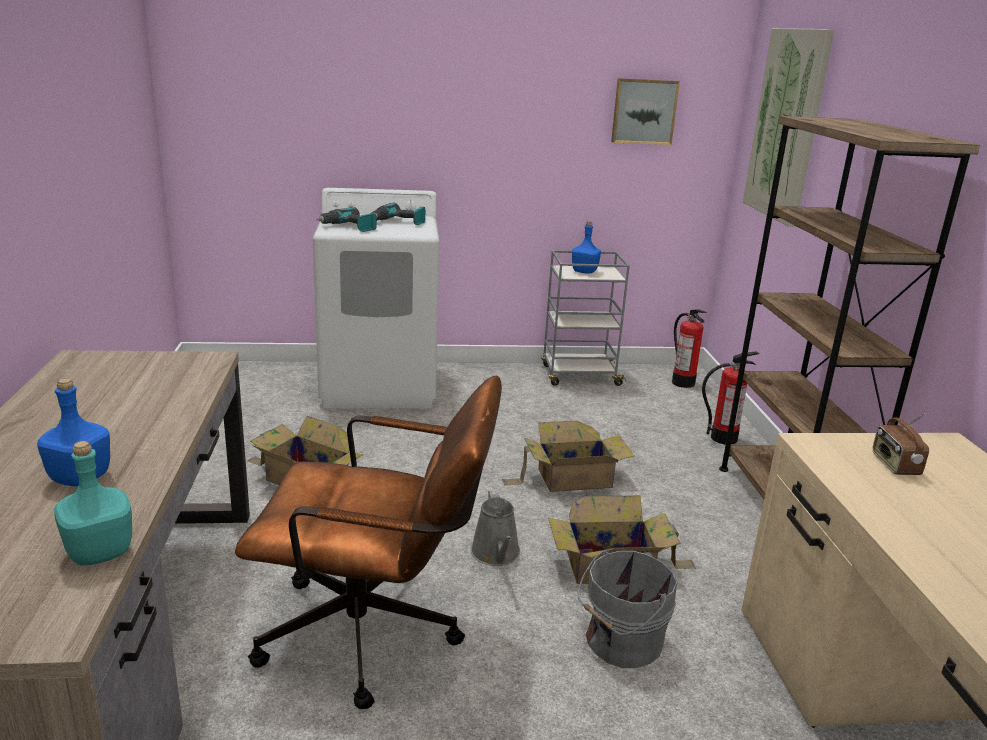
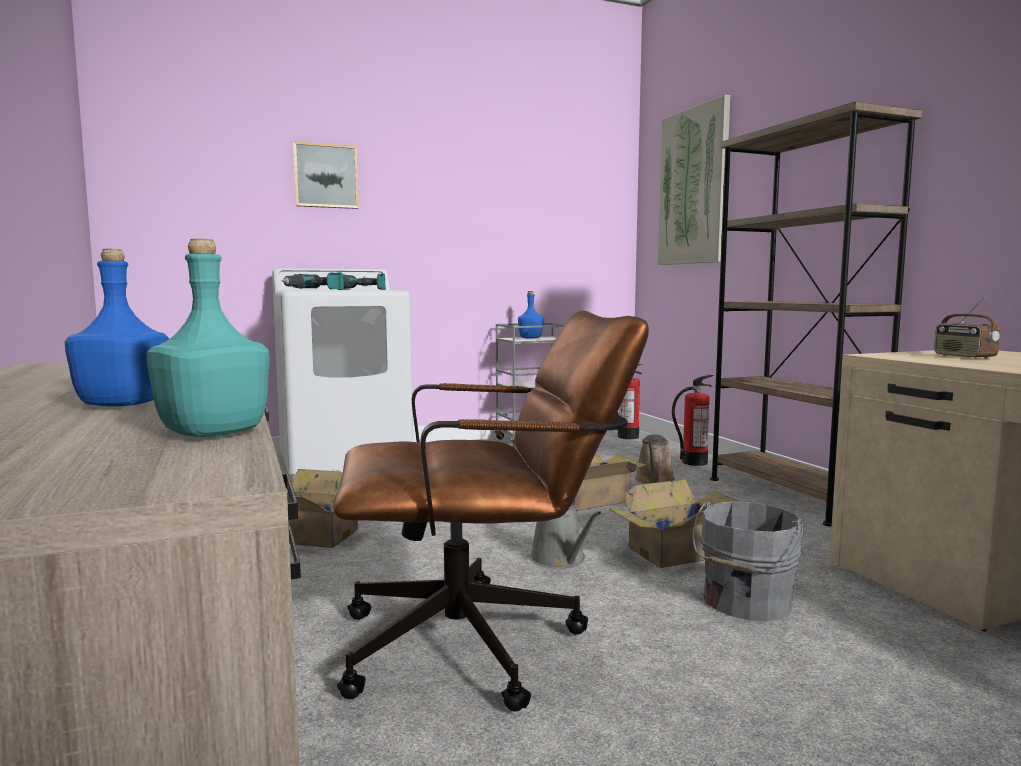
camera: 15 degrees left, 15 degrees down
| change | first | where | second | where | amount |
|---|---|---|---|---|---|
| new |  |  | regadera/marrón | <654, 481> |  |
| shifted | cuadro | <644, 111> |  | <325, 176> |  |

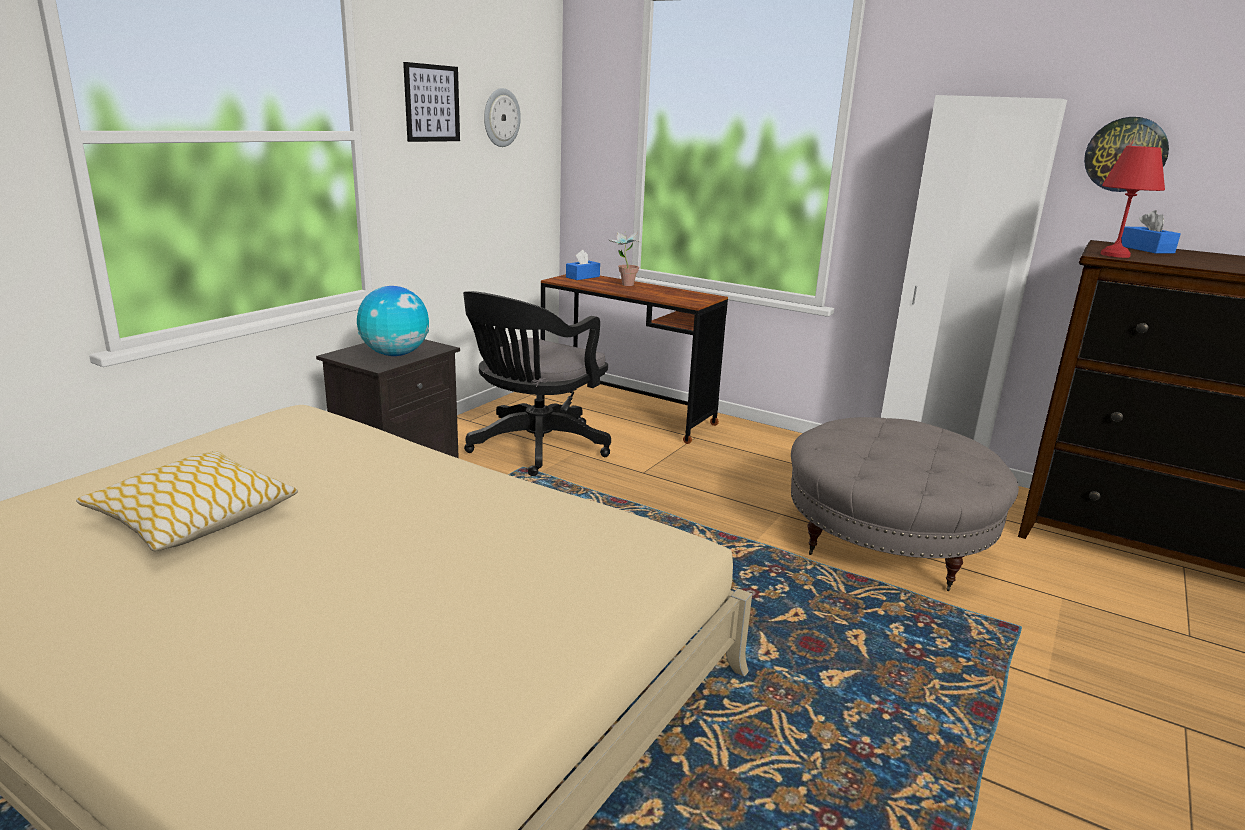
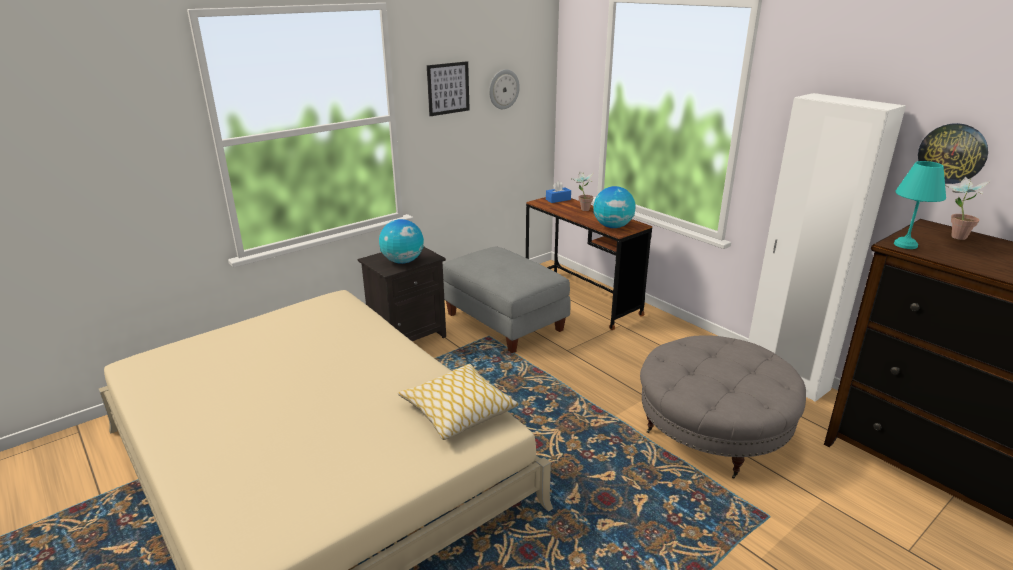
camera: 20 degrees right, 5 degrees up
| change | first | where | second | where | amount |
|---|---|---|---|---|---|
| new |  |  | globo terráqueo | <612, 226> |  |
| shifted | cojín | <193, 518> |  | <457, 411> |  |
| swapped | silla de oficina/negro | <534, 448> | puf/gris | <503, 322> |  |
| swapped | caja de pañuelos/azul | <1146, 249> | planta en maceta | <952, 236> |  |
| repainted | lámpara de mesa/rojo | <1116, 255> | lámpara de mesa/turquesa | <906, 245> |  |

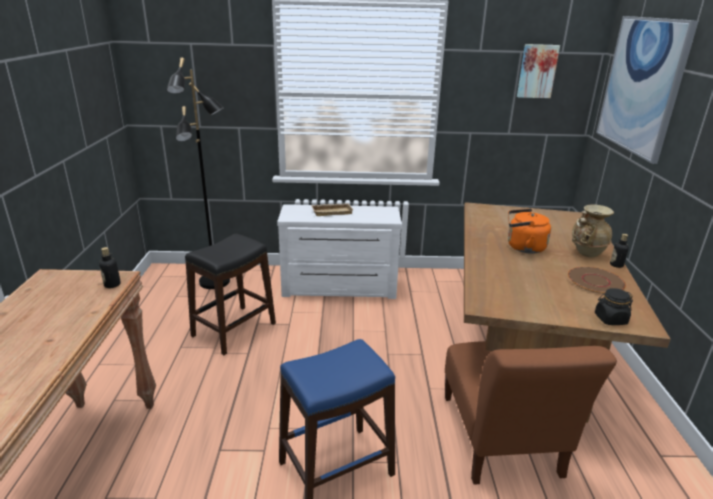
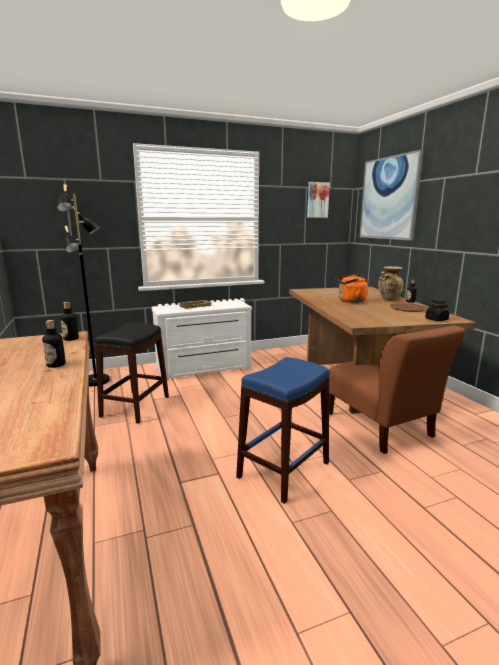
camera: 20 degrees left, 10 degrees down
| change | first | where | second | where | amount |
|---|---|---|---|---|---|
| new |  |  | botella | <56, 365> |  |

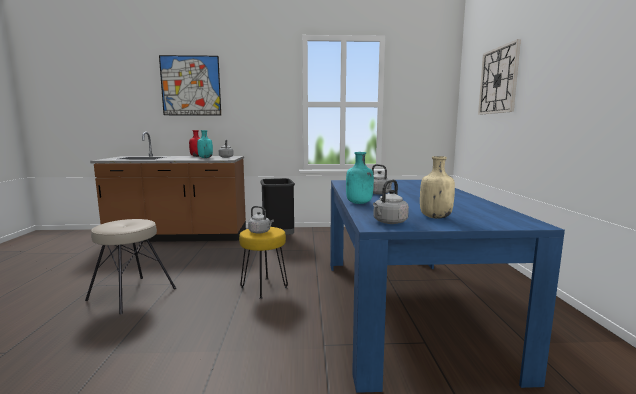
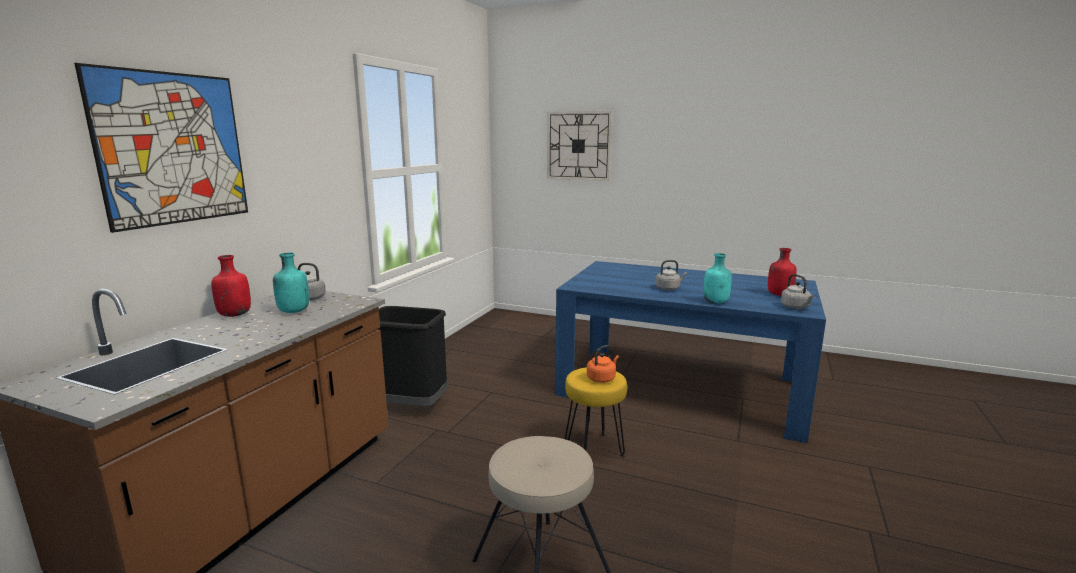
camera: 65 degrees left, 5 degrees up
| change | first | where | second | where | amount |
|---|---|---|---|---|---|
| repainted | hervidor/gris | <260, 232> | hervidor/naranja | <602, 378> |  |
| repainted | botella/beis | <435, 217> | botella/rojo | <779, 295> |  |

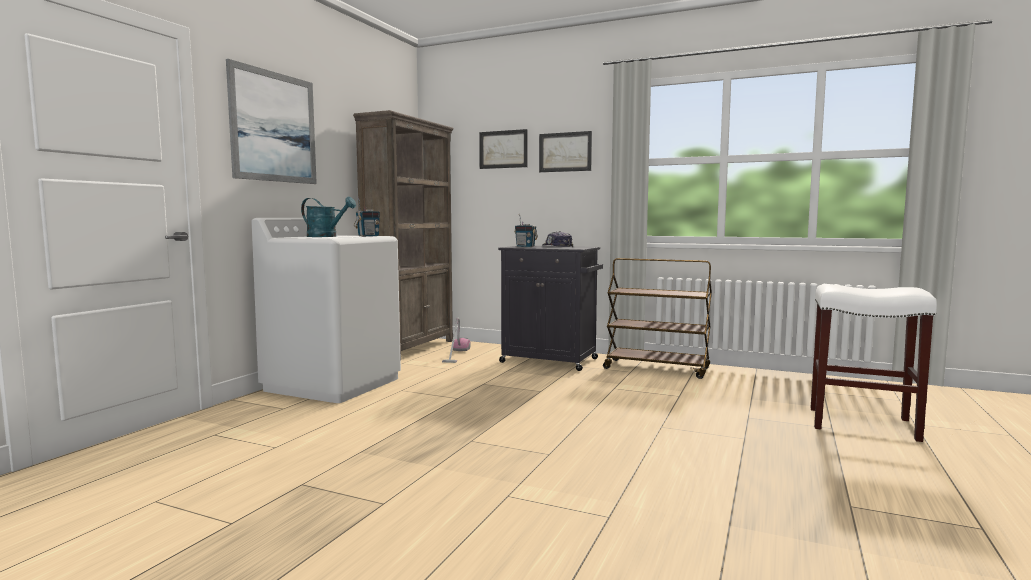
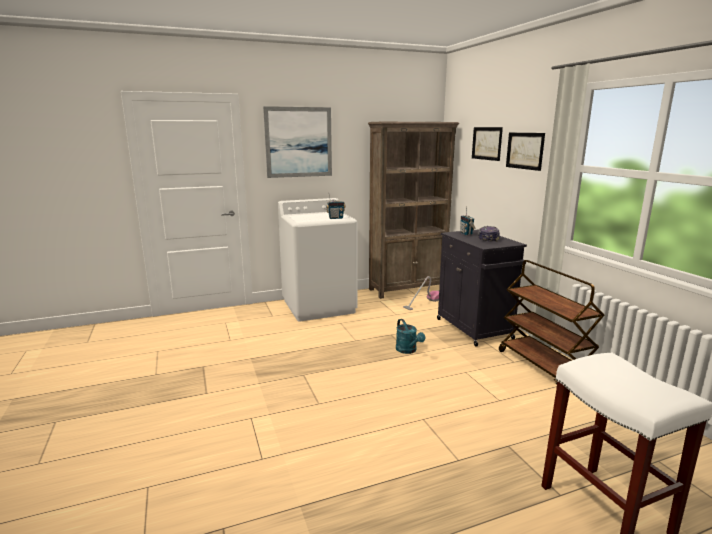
camera: 45 degrees right, 10 degrees up
| change | first | where | second | where | amount |
|---|---|---|---|---|---|
| shifted | regadera/turquesa | <326, 236> |  | <408, 350> |  |

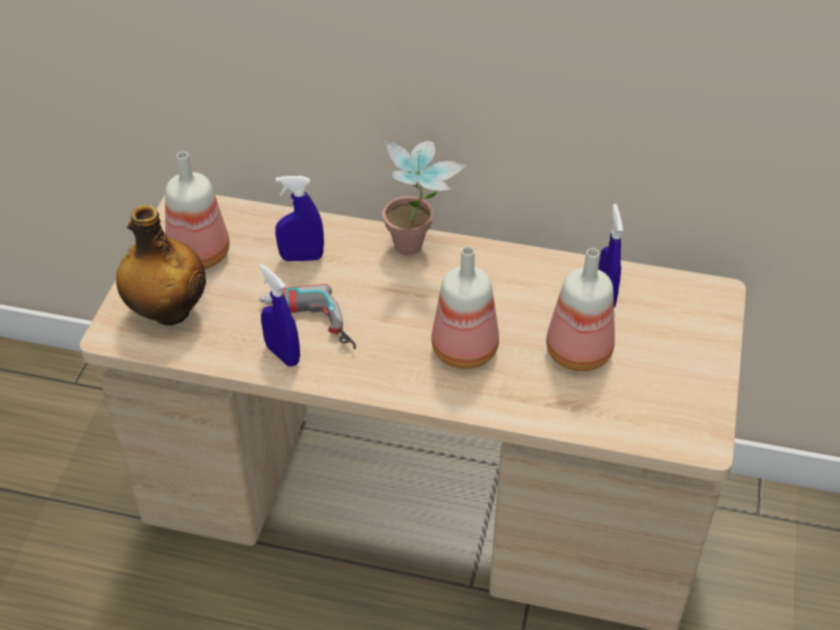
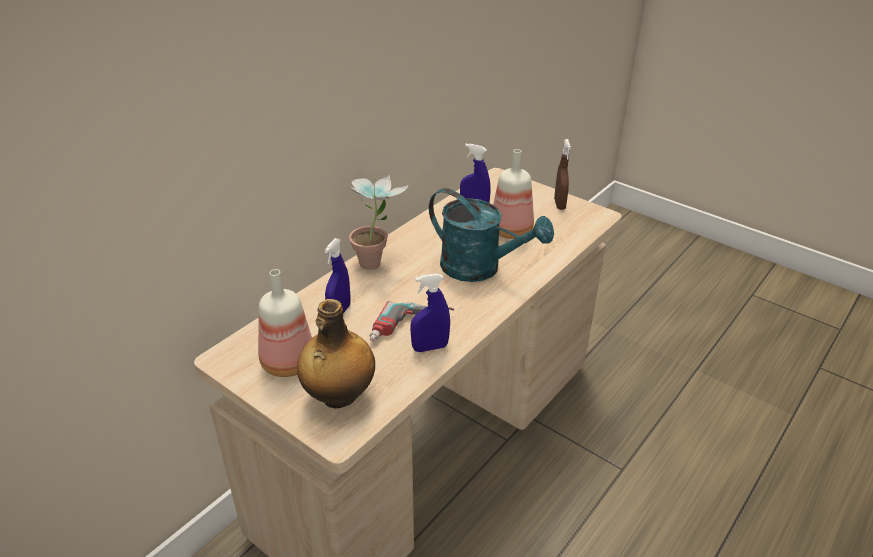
camera: 65 degrees left, 10 degrees down
| change | first | where | second | where | amount |
|---|---|---|---|---|---|
| new |  |  | pulverizador/marrón | <559, 204> |  |
| swapped | botella | <466, 348> | regadera/turquesa | <480, 268> |  |

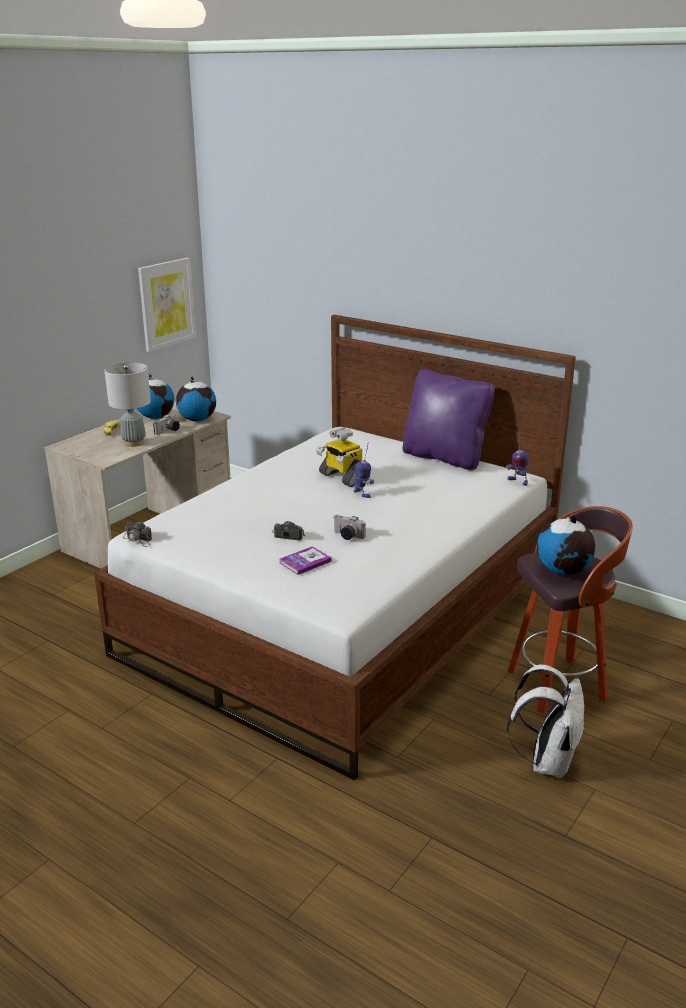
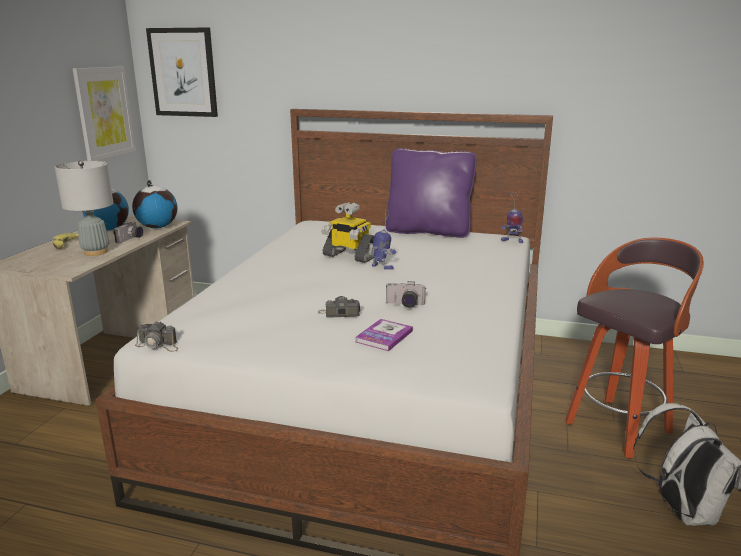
camera: 20 degrees left, 5 degrees down
| change | first | where | second | where | amount |
|---|---|---|---|---|---|
| gone | globo terráqueo | <563, 571> |  |  |  |
| new |  |  | cuadro | <183, 72> |  |

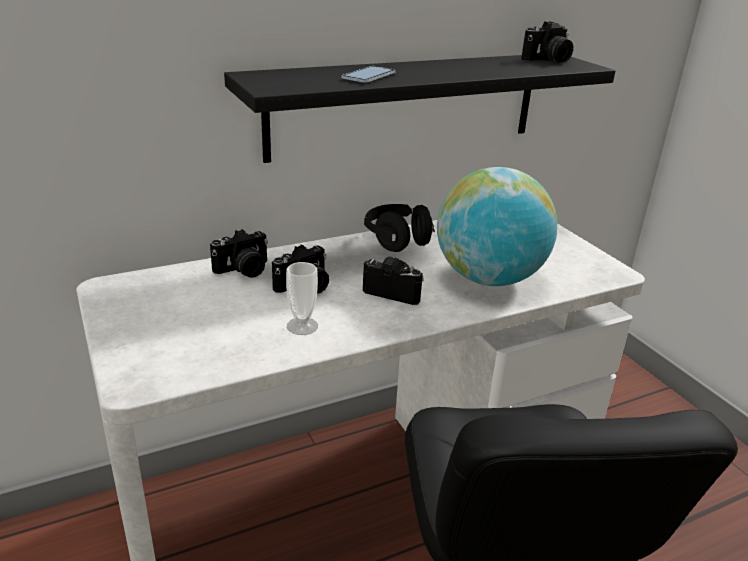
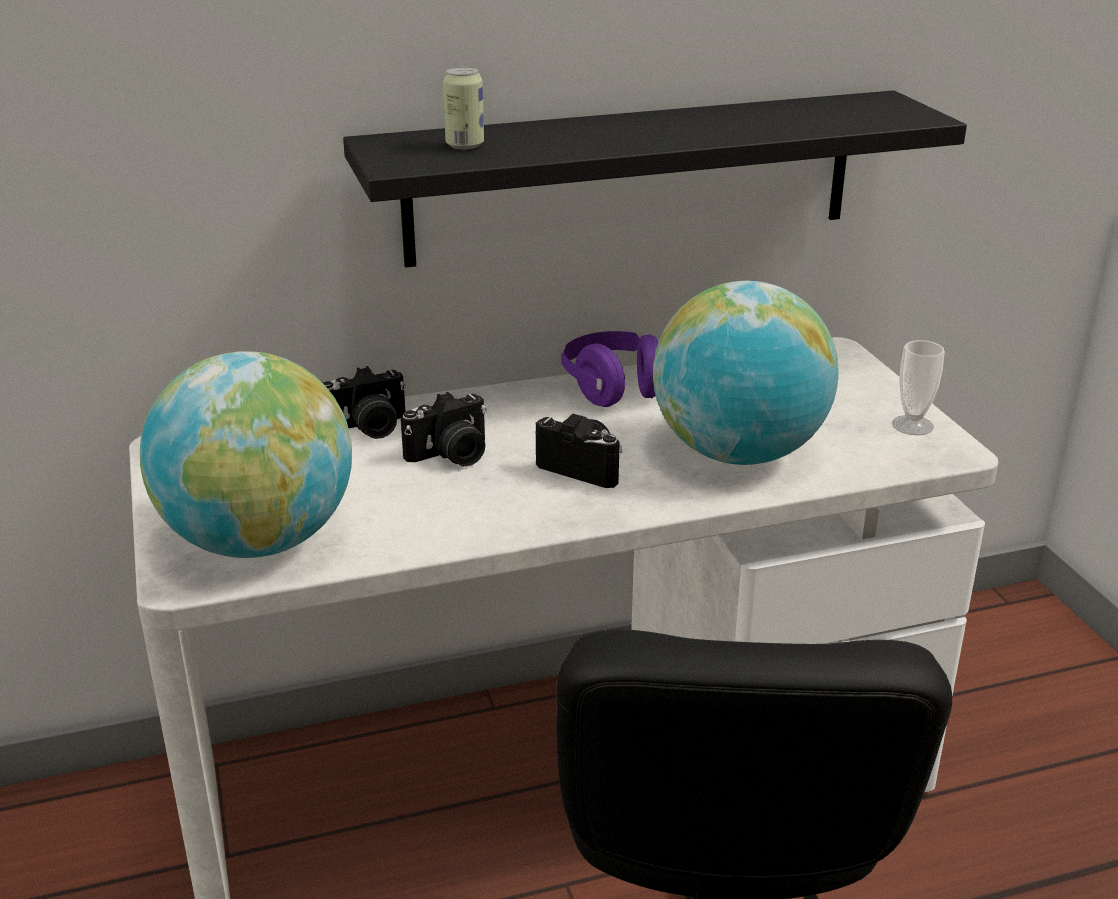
camera: 10 degrees right, 0 degrees up
| change | first | where | second | where | amount |
|---|---|---|---|---|---|
| gone | móvil | <369, 76> |  |  |  |
| gone | cámara | <548, 60> |  |  |  |
| new |  |  | globo terráqueo | <258, 540> |  |
| new |  |  | lata | <465, 145> |  |
| shifted | taza | <302, 326> |  | <912, 425> |  |
| repainted | auriculares/negro | <397, 241> | auriculares/morado | <613, 389> |  |

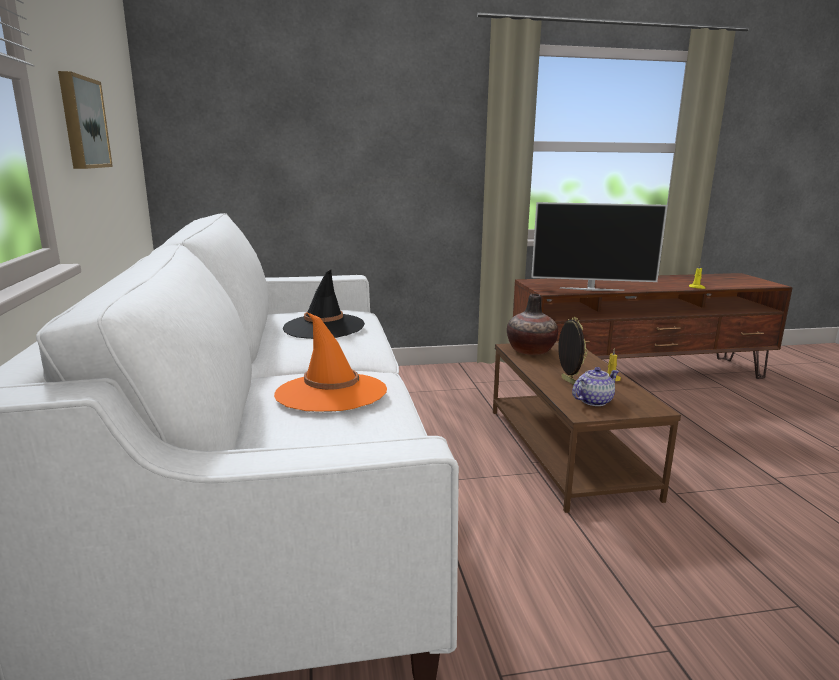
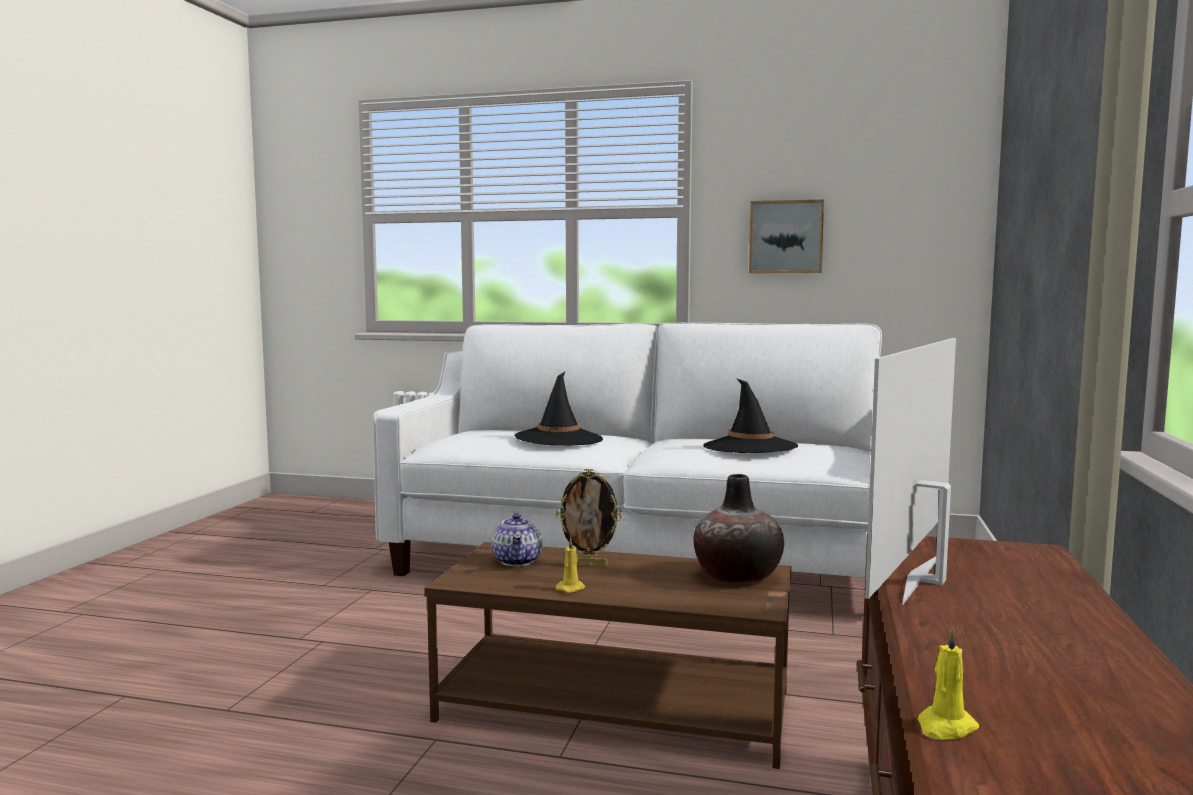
camera: 115 degrees right, 10 degrees down
| change | first | where | second | where | amount |
|---|---|---|---|---|---|
| repainted | sombrero/naranja | <331, 393> | sombrero/negro | <559, 439> |  |

